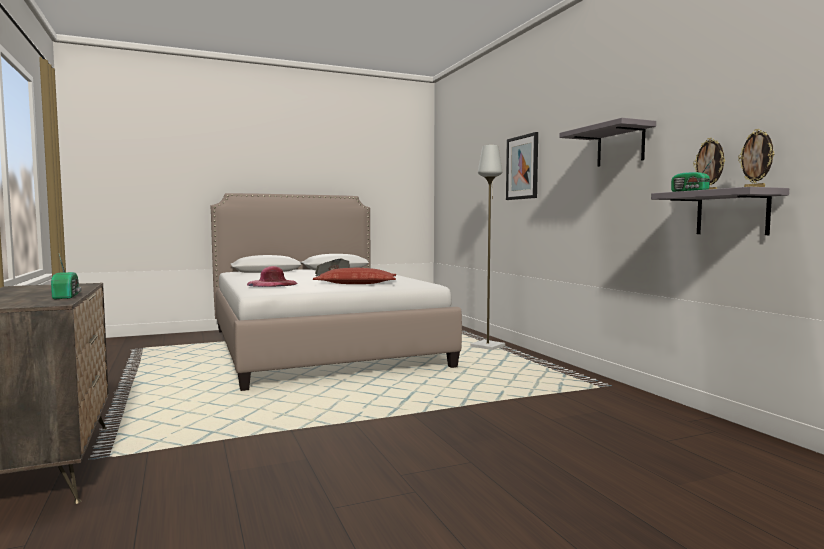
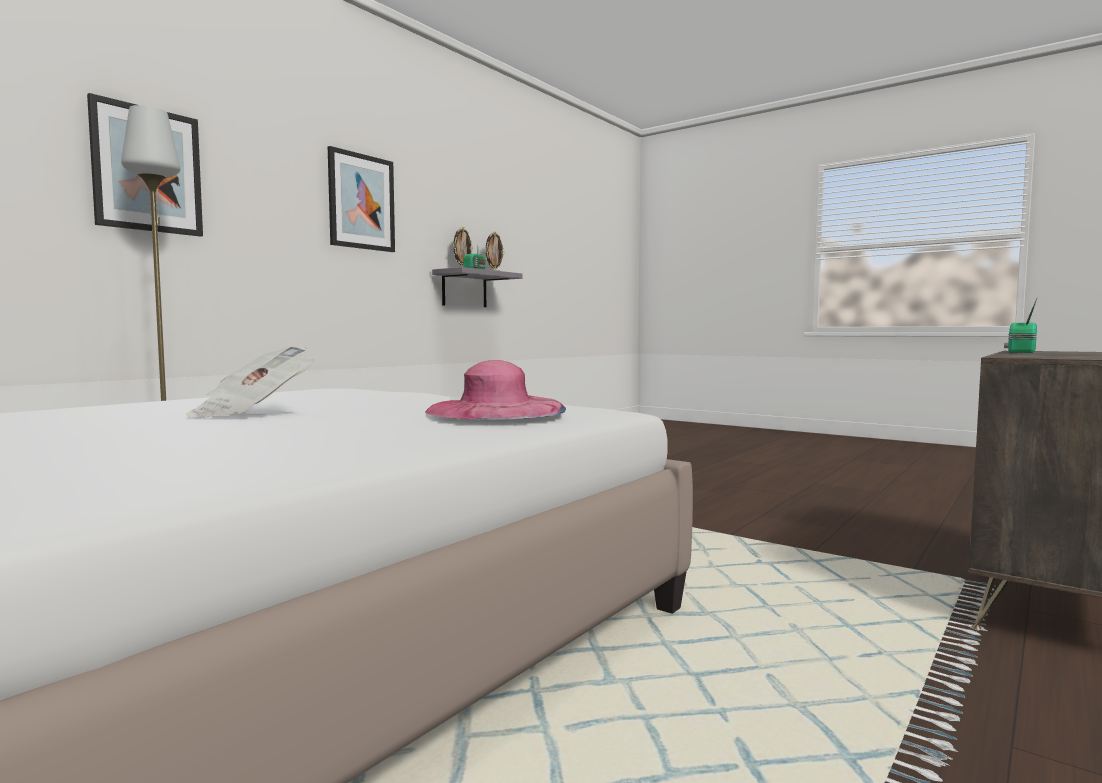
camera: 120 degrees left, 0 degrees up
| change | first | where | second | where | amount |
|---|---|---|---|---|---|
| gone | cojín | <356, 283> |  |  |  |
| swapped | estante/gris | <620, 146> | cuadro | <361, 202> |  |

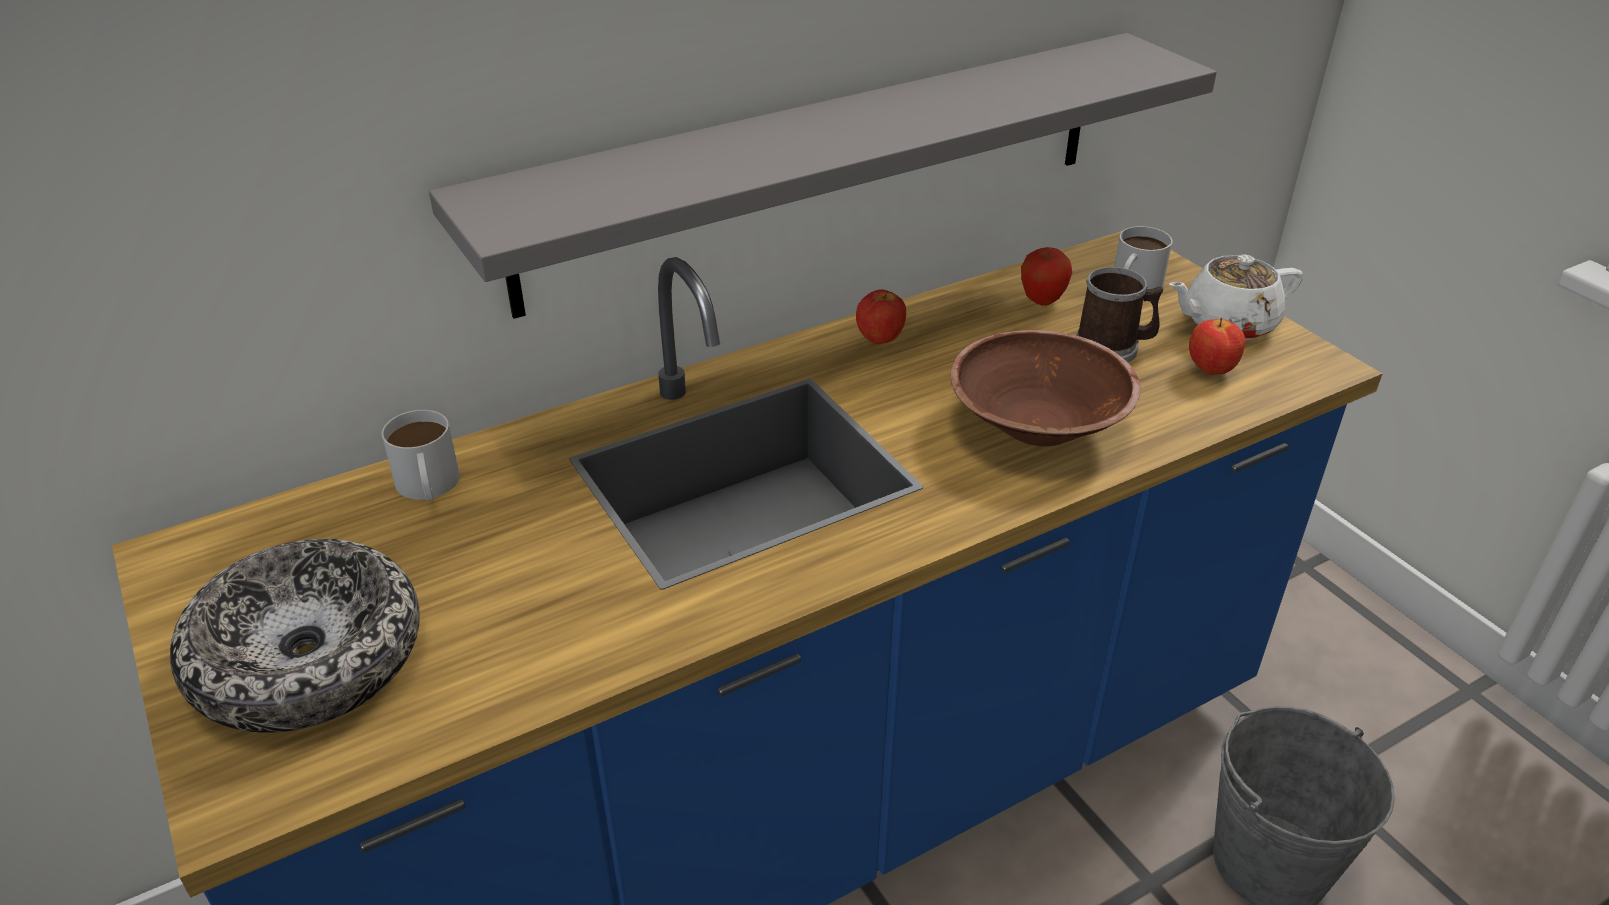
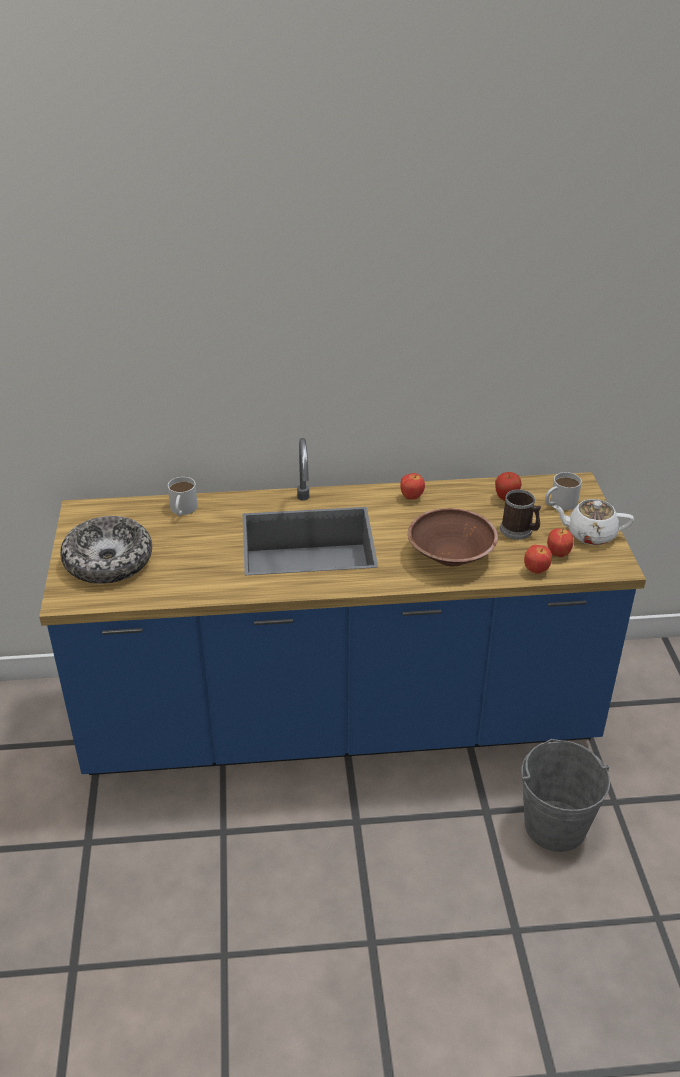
camera: 25 degrees right, 0 degrees up
| change | first | where | second | where | amount |
|---|---|---|---|---|---|
| gone | estante/gris | <822, 168> |  |  |  |
| new |  |  | manzana | <536, 570> |  |

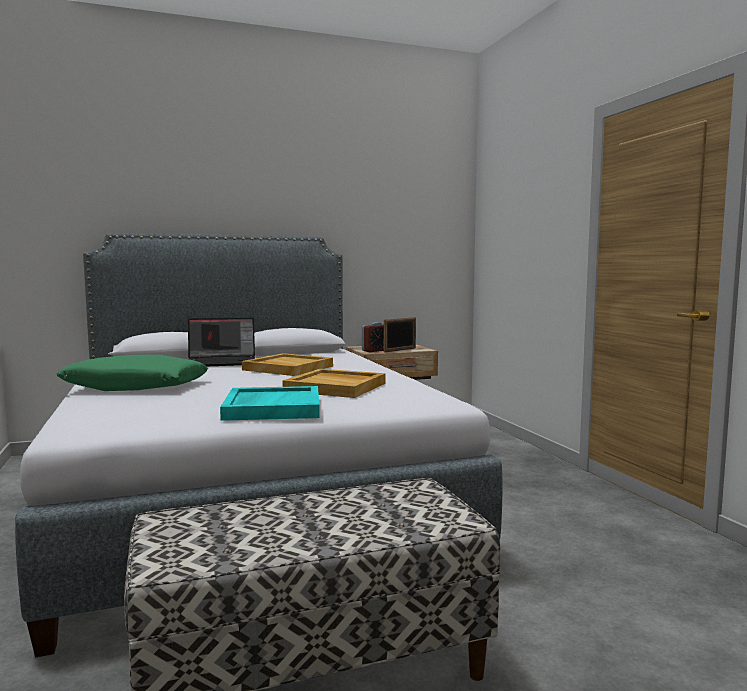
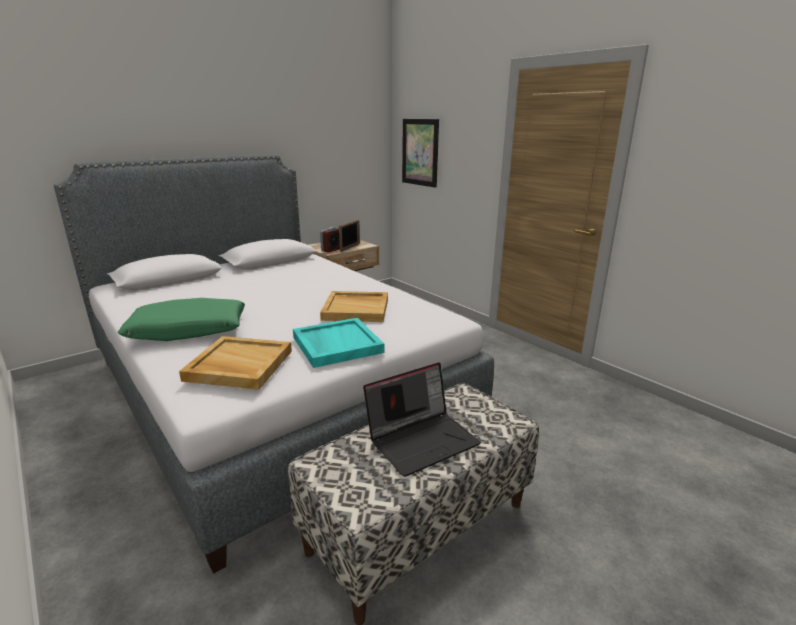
camera: 20 degrees left, 15 degrees up
| change | first | where | second | where | amount |
|---|---|---|---|---|---|
| new |  |  | cuadro | <420, 152> |  |
| shifted | portátil | <222, 362> |  | <422, 439> |  |
| shifted | bandeja/beis | <287, 368> |  | <238, 365> |  |

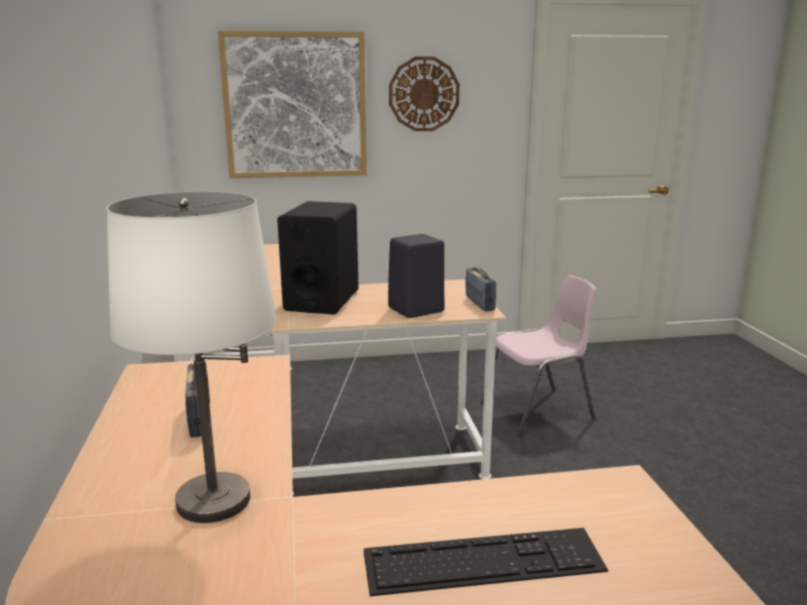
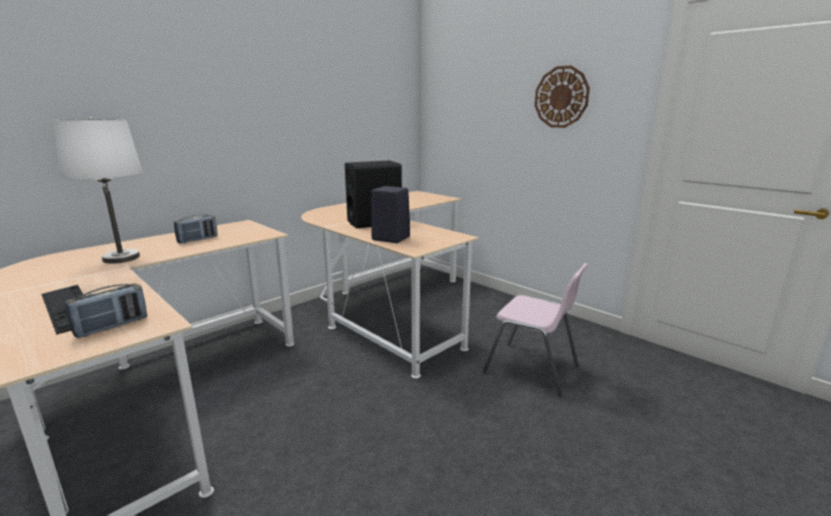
camera: 55 degrees right, 0 degrees up
| change | first | where | second | where | amount |
|---|---|---|---|---|---|
| gone | cuadro | <295, 105> |  |  |  |
| shifted | radio | <480, 304> |  | <112, 326> |  |

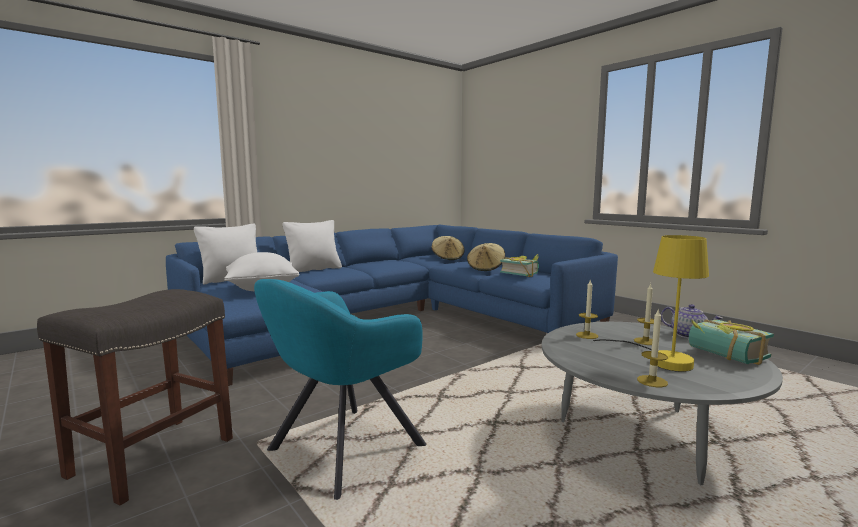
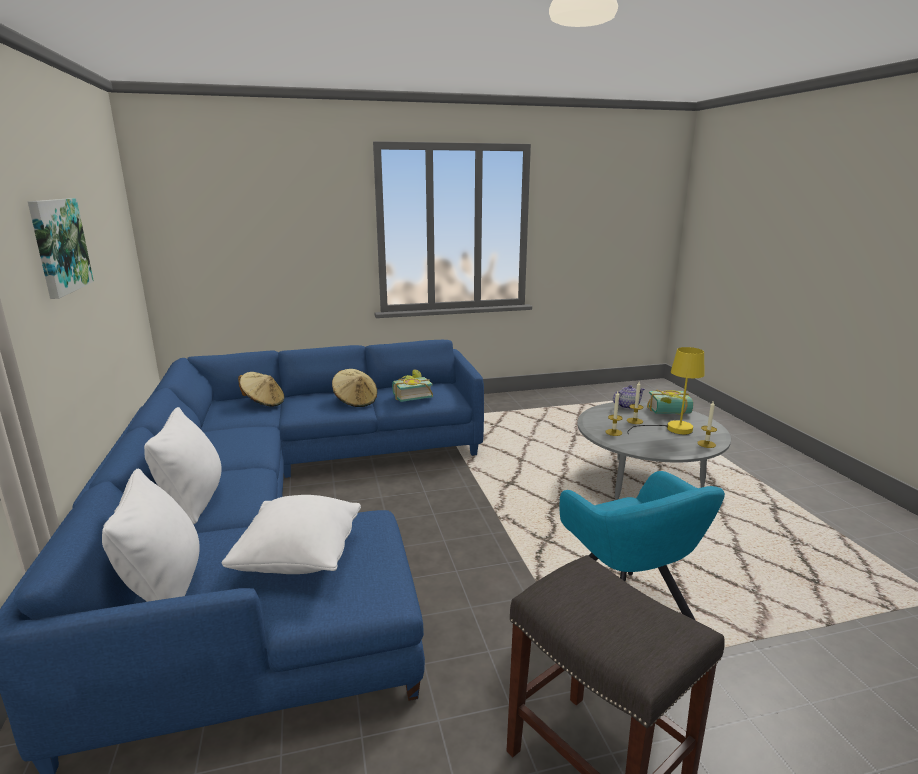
camera: 65 degrees left, 10 degrees up
| change | first | where | second | where | amount |
|---|---|---|---|---|---|
| new |  |  | cuadro | <59, 245> |  |

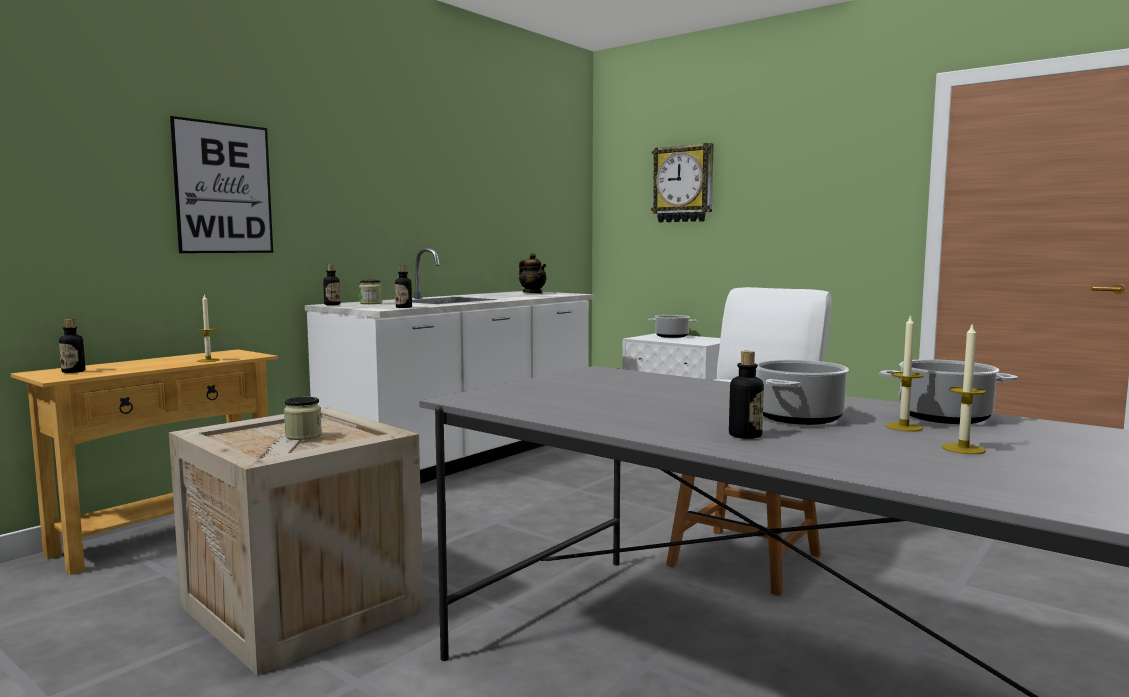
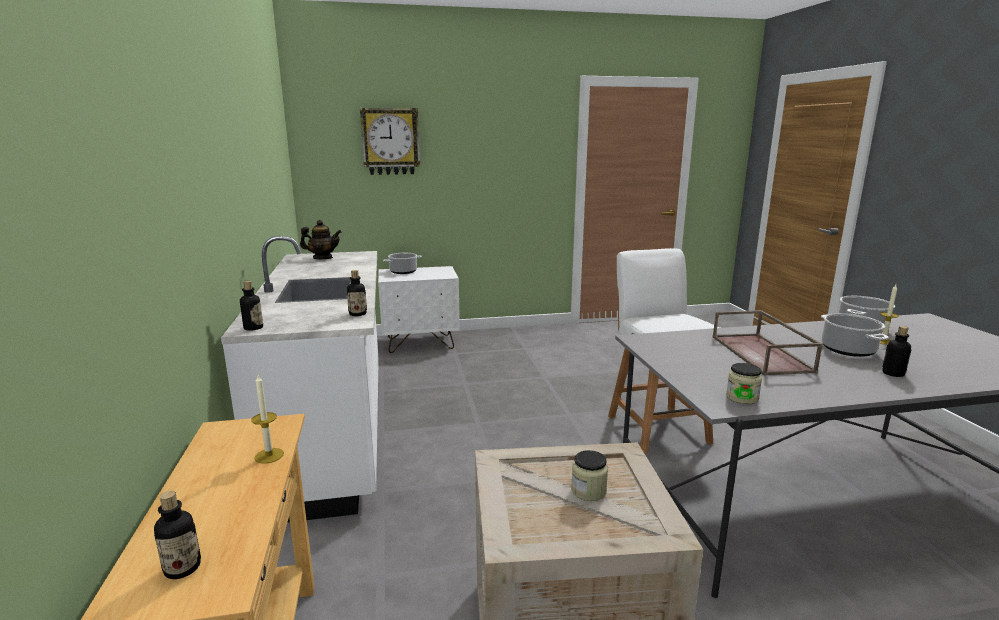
camera: 50 degrees left, 10 degrees up
| change | first | where | second | where | amount |
|---|---|---|---|---|---|
| gone | cuadro | <223, 188> |  |  |  |
| gone | vela | <963, 449> |  |  |  |
| new |  |  | bandeja/marrón | <762, 354> |  |
| shifted | tarro | <371, 303> |  | <742, 397> |  |

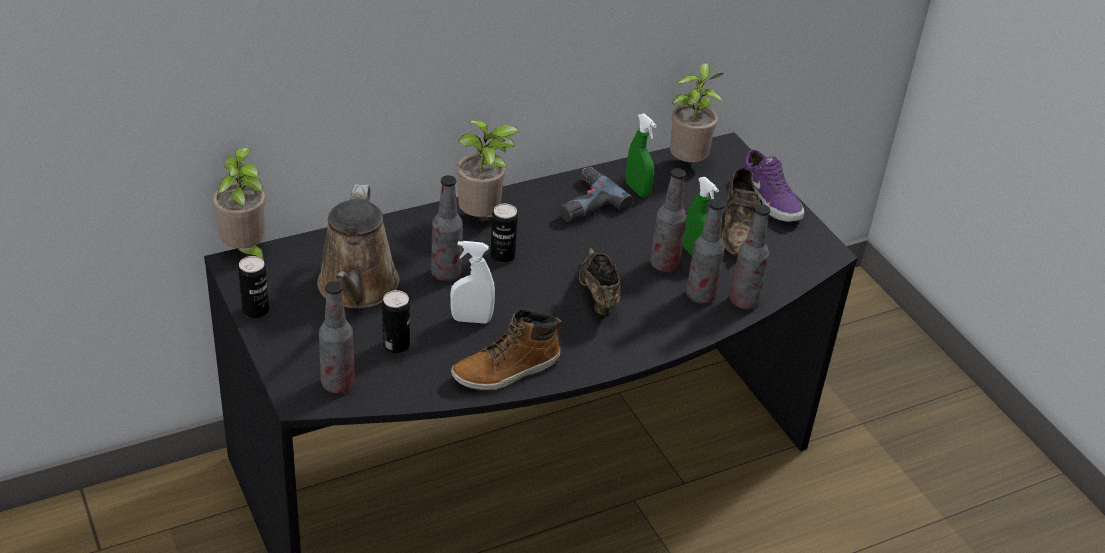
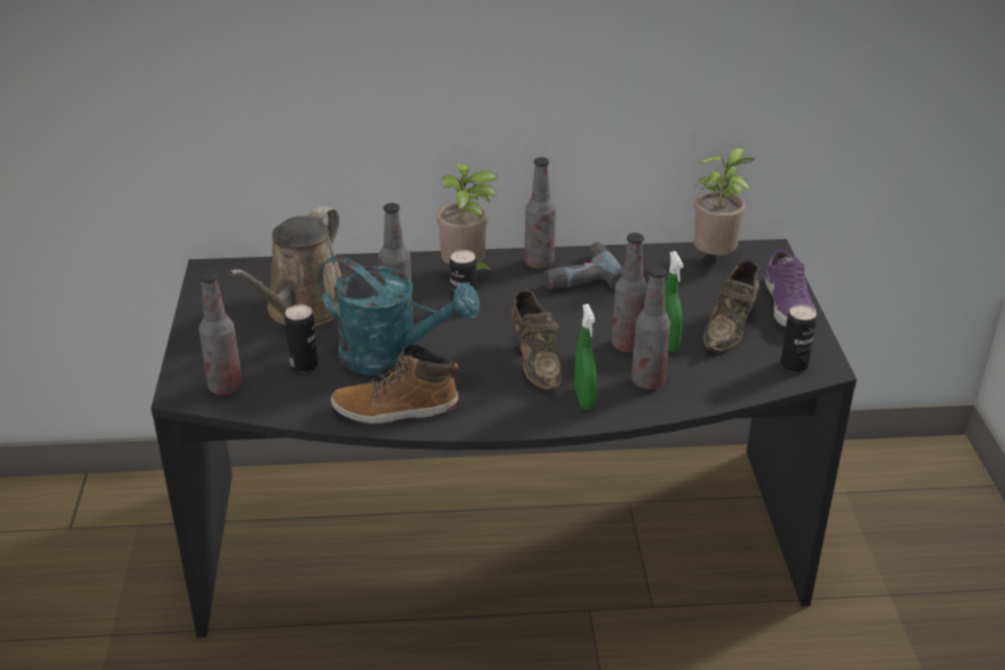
camera: 25 degrees right, 5 degrees down
| change | first | where | second | where | amount |
|---|---|---|---|---|---|
| gone | planta en maceta | <245, 252> |  |  |  |
| shifted | lata | <255, 310> |  | <794, 365> |  |
| shifted | pulverizador/verde | <637, 190> |  | <584, 399> |  |
| shifted | botella | <744, 301> |  | <539, 263> |  |
| swapped | pulverizador/blanco | <471, 319> | regadera/turquesa | <393, 357> |  |
| rotated | zapato/marrón | <597, 296> |  | <536, 361> | 150 degrees clockwise |

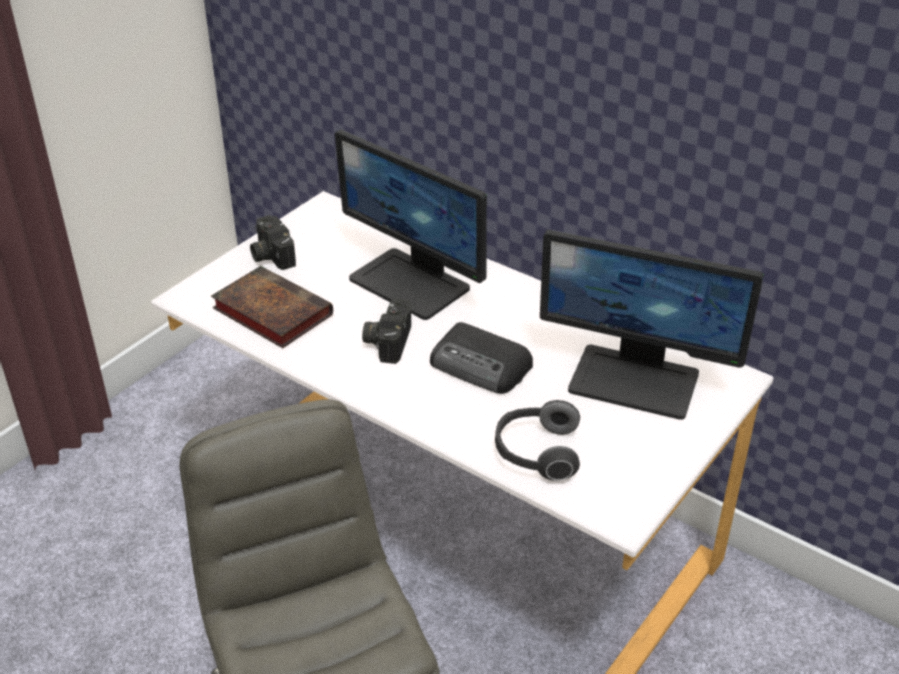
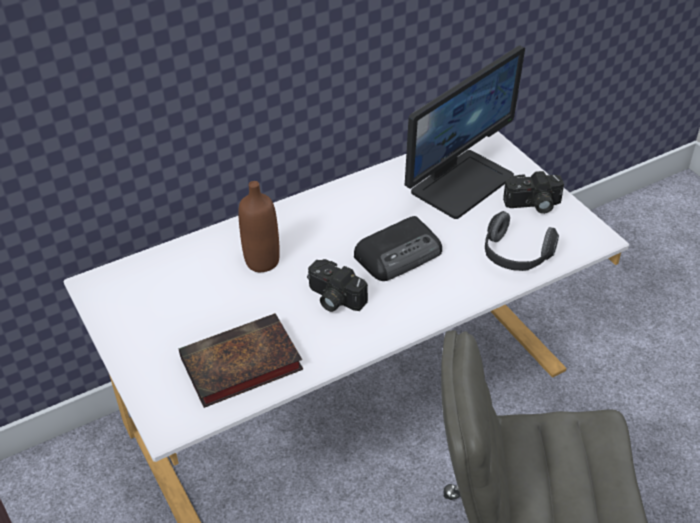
camera: 65 degrees left, 5 degrees up
| change | first | where | second | where | amount |
|---|---|---|---|---|---|
| shifted | cámara | <270, 255> |  | <533, 205> |  |
| swapped | monitor | <411, 283> | botella/marrón | <262, 261> |  |

